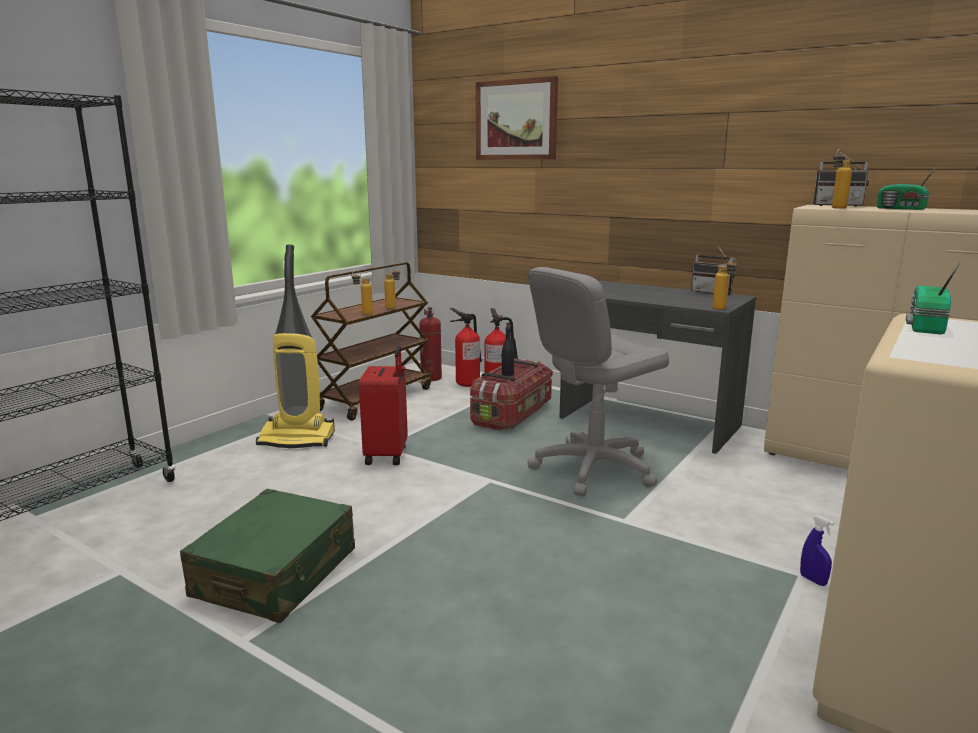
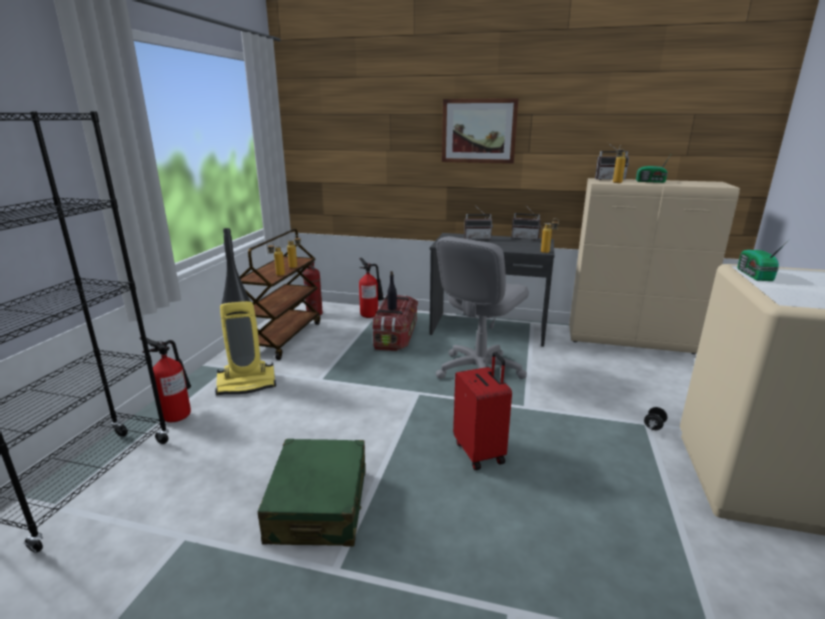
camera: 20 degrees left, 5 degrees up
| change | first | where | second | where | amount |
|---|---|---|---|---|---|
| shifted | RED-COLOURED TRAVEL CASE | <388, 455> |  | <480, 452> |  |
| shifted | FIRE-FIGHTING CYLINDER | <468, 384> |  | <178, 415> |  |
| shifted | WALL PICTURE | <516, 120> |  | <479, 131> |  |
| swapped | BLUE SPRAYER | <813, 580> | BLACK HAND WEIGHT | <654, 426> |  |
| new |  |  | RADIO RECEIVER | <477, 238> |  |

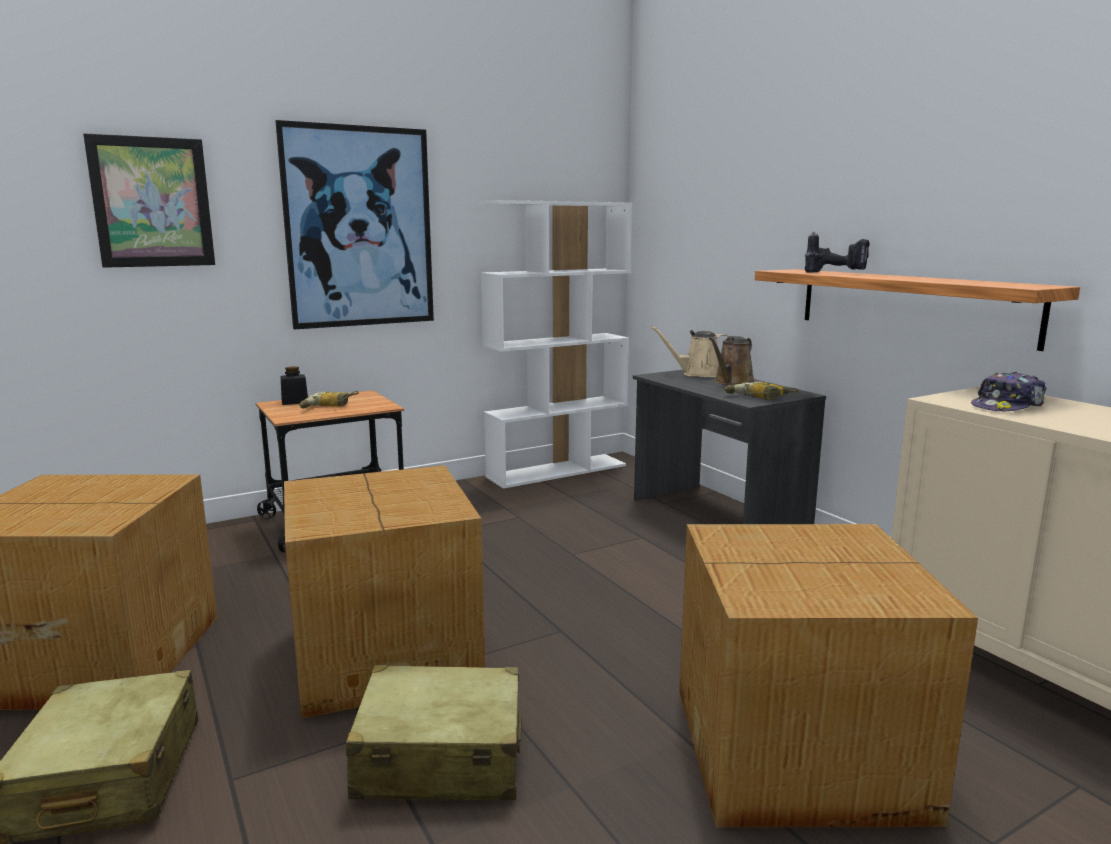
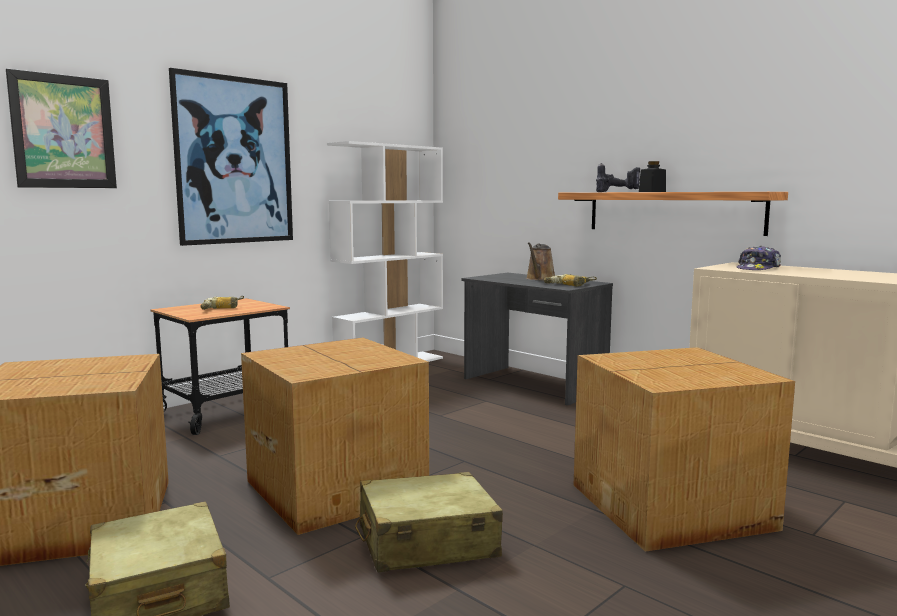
camera: 15 degrees left, 5 degrees down
| change | first | where | second | where | amount |
|---|---|---|---|---|---|
| shifted | BLACK PRESERVE JAR | <295, 402> |  | <652, 192> |  |
| gone | SAND-COLOURED SPRINKLING CAN | <698, 374> |  |  |  |

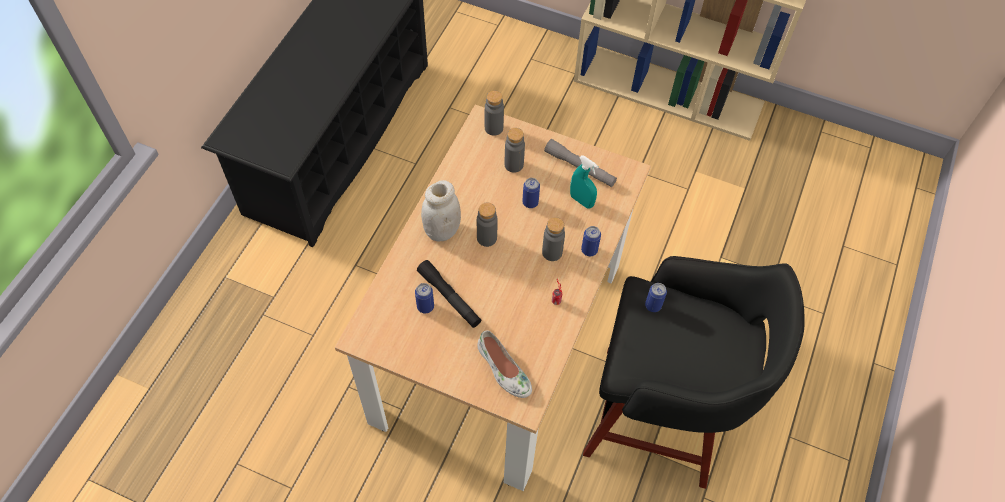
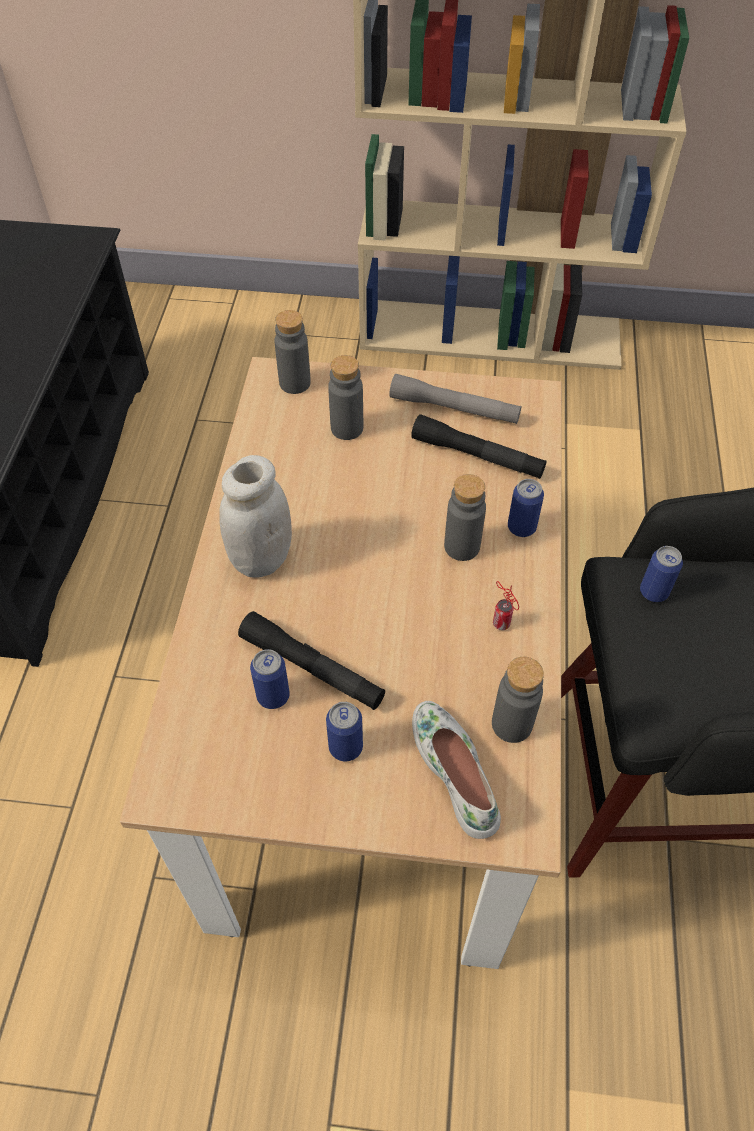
camera: 15 degrees left, 5 degrees down
| change | first | where | second | where | amount |
|---|---|---|---|---|---|
| shifted | GREY BOTTLE | <486, 238> |  | <512, 724> |  |
| rotated | WHITE-COLOURED LOW SHOE | <503, 369> |  | <456, 771> | 150 degrees counterclockwise |
| shifted | CAN | <530, 202> |  | <345, 747> |  |
| swapped | TURQUOISE-COLOURED SPRAYER | <581, 201> | BLACK HAND TORCH | <477, 456> |  |

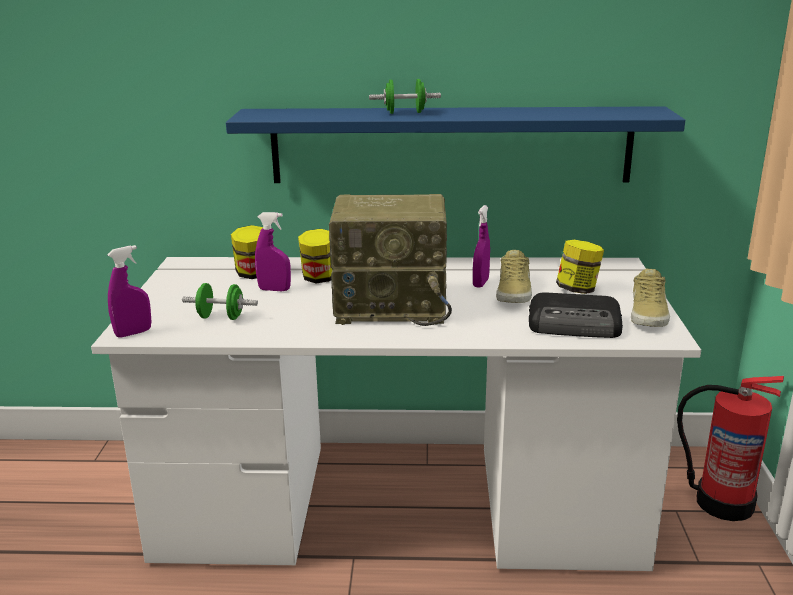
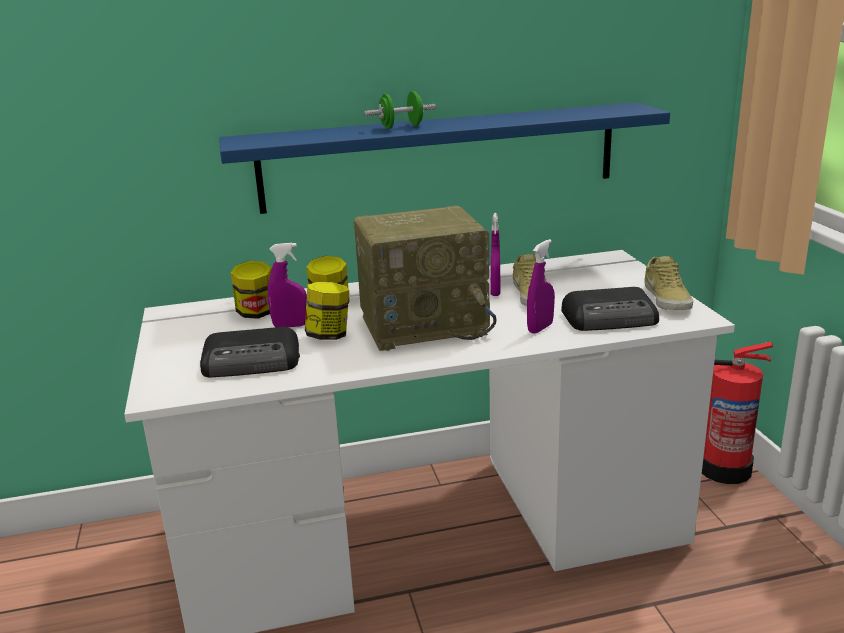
camera: 15 degrees left, 0 degrees up
| change | first | where | second | where | amount |
|---|---|---|---|---|---|
| shifted | PURPLISH SPRAYER | <133, 333> |  | <540, 328> |  |
| swapped | GREEN-COLOURED HAND WEIGHT | <221, 317> | RADIO RECEIVER | <253, 362> |  |
| shifted | PRESERVE JAR | <577, 290> |  | <329, 336> |  |

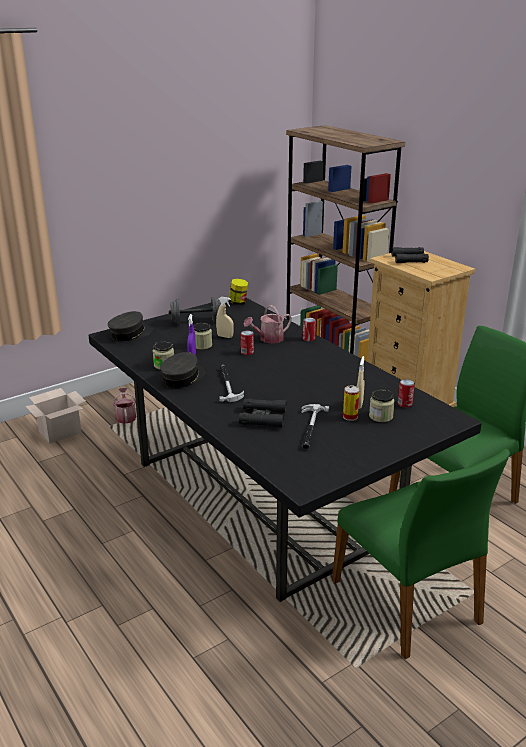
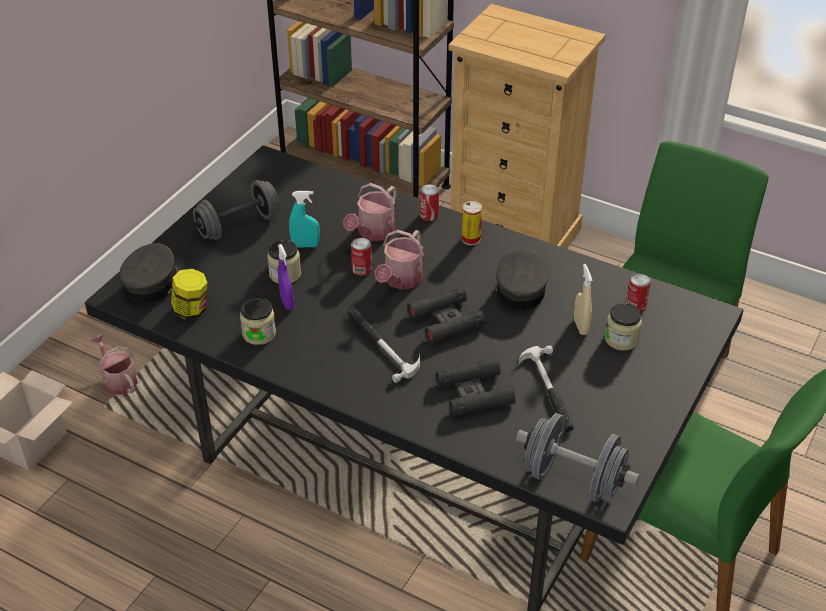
camera: 25 degrees left, 15 degrees up
| change | first | where | second | where | amount |
|---|---|---|---|---|---|
| shifted | GREY PEAKED CAP | <183, 378> |  | <521, 288> |  |
| repainted | SAND-COLOURED SPRAYER | <225, 336> | TURQUOISE-COLOURED SPRAYER | <305, 245> |  |
| shifted | PRESERVE JAR | <238, 302> |  | <191, 310> |  |
| shifted | CAN | <350, 417> |  | <471, 239> |  |
| shifted | BLACK PAIR OF BINOCULARS | <409, 259> |  | <446, 321> |  |
| new |  |  | SPRINKLING CAN | <400, 280> |  |
| new |  |  | GREY HAND WEIGHT | <573, 479> |  |

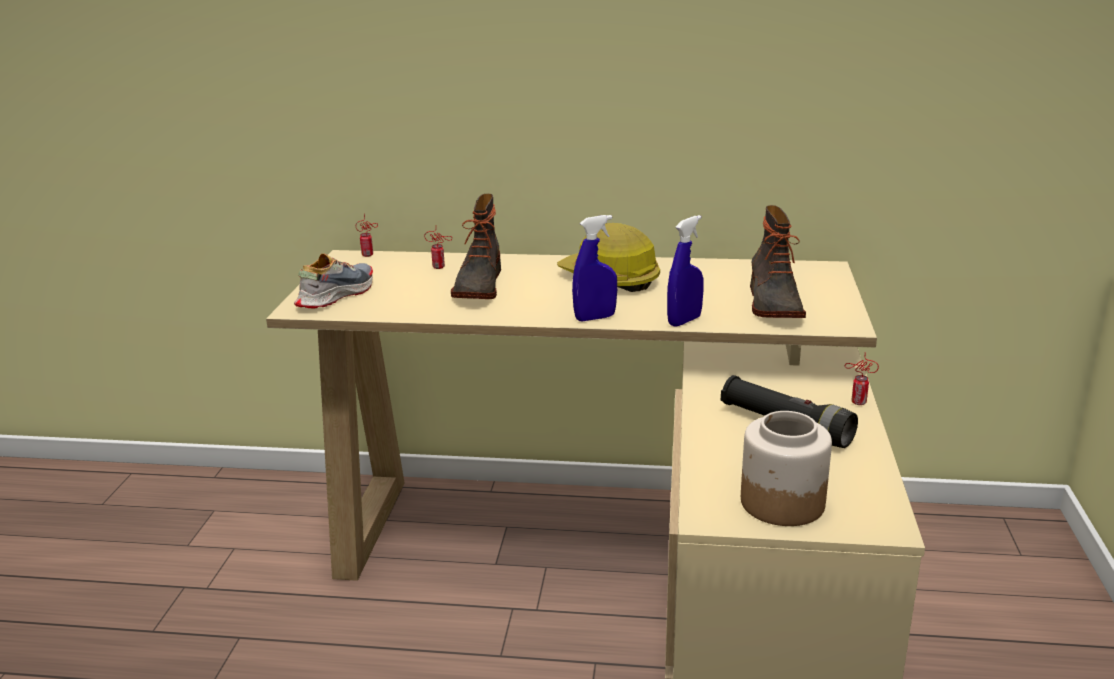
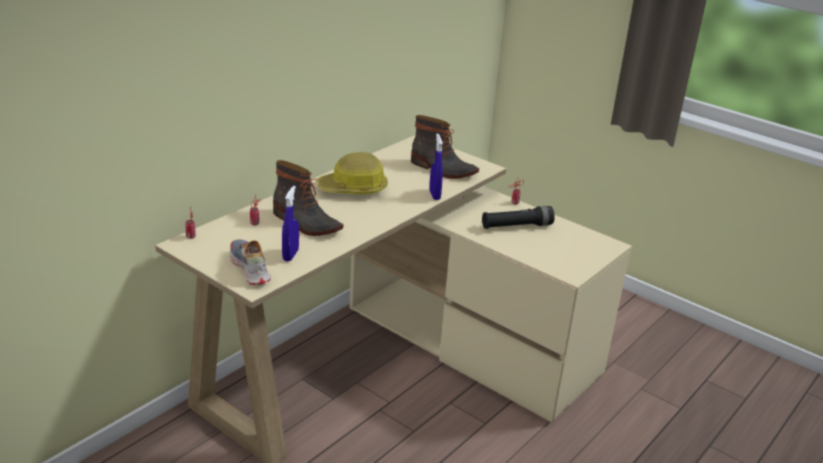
camera: 60 degrees left, 5 degrees up
| change | first | where | second | where | amount |
|---|---|---|---|---|---|
| shifted | BLUE SPRAYER | <595, 318> |  | <290, 255> |  |
| gone | PRESERVE JAR | <781, 502> |  |  |  |

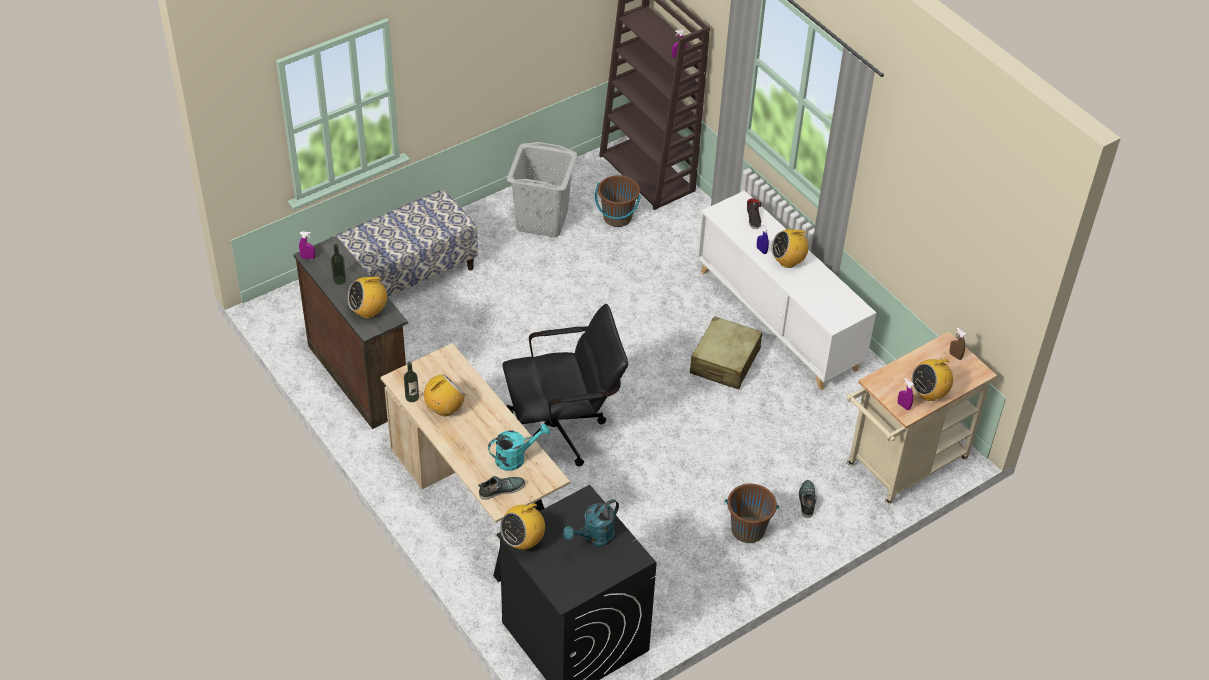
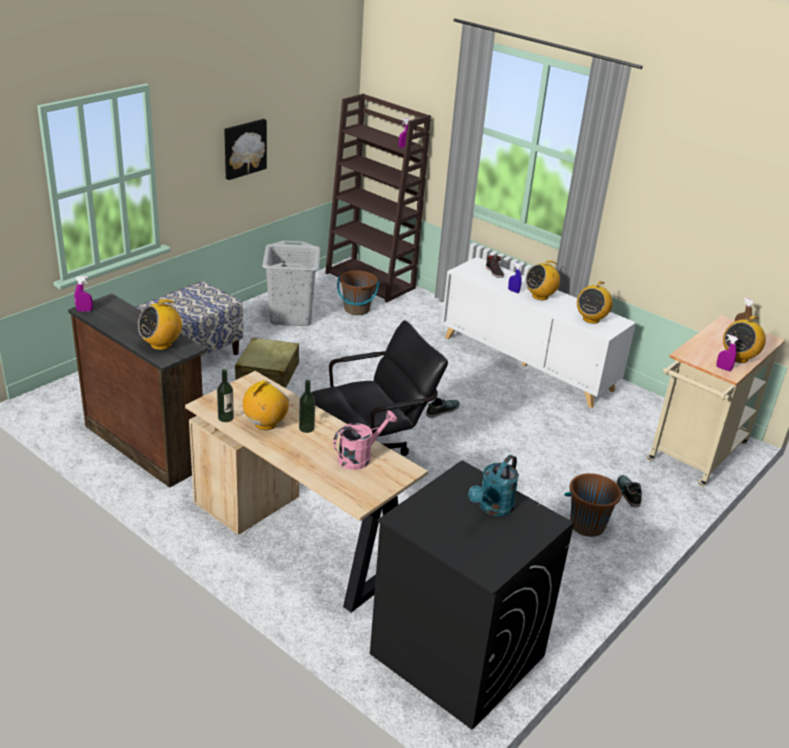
camera: 15 degrees left, 15 degrees down
| change | first | where | second | where | amount |
|---|---|---|---|---|---|
| shifted | BOTTLE | <339, 280> |  | <306, 428> |  |
| shifted | LOW SHOE | <501, 489> |  | <442, 410> |  |
| repainted | TURQUOISE-COLOURED SPRINKLING CAN | <515, 458> | PINK-COLOURED SPRINKLING CAN | <360, 457> |  |
| shifted | RADIO RECEIVER | <523, 540> |  | <591, 319> |  |
| shifted | SAND-COLOURED TRAVEL CASE | <724, 362> |  | <267, 375> |  |
| new |  |  | WALL PICTURE | <244, 148> |  |

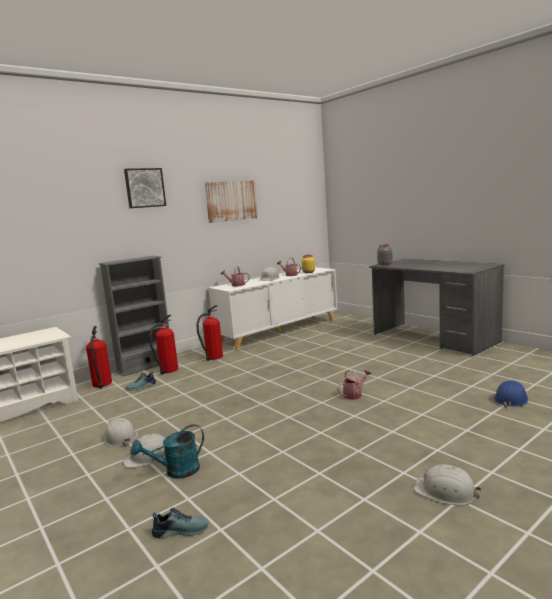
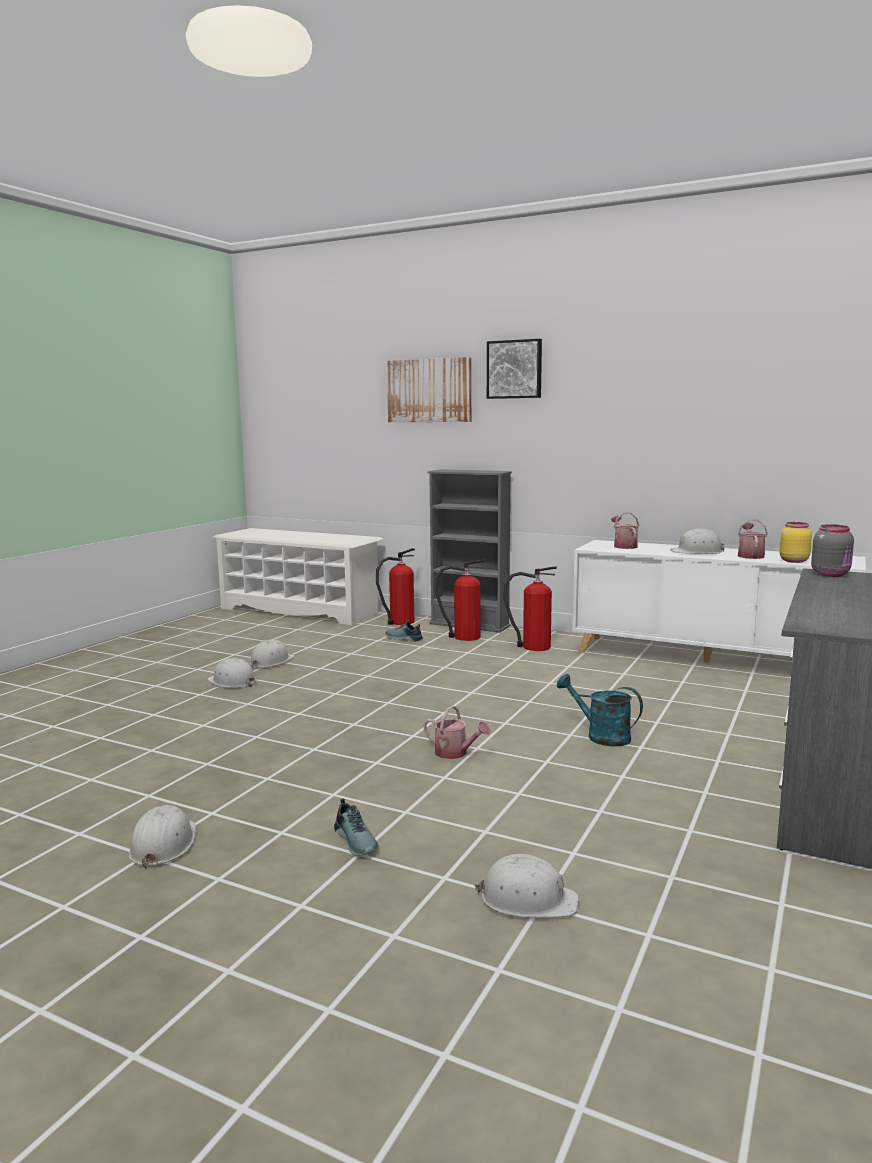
camera: 65 degrees right, 0 degrees up
| change | first | where | second | where | amount |
|---|---|---|---|---|---|
| shifted | TURQUOISE-COLOURED SPRINKLING CAN | <176, 471> |  | <601, 736> |  |
| shifted | LOW SHOE | <181, 530> |  | <357, 841> |  |
| shifted | WALL PICTURE | <231, 201> |  | <429, 390> |  |
| repainted | BLUE SAFETY HELMET | <511, 399> | WHITE-COLOURED SAFETY HELMET | <527, 899> |  |

